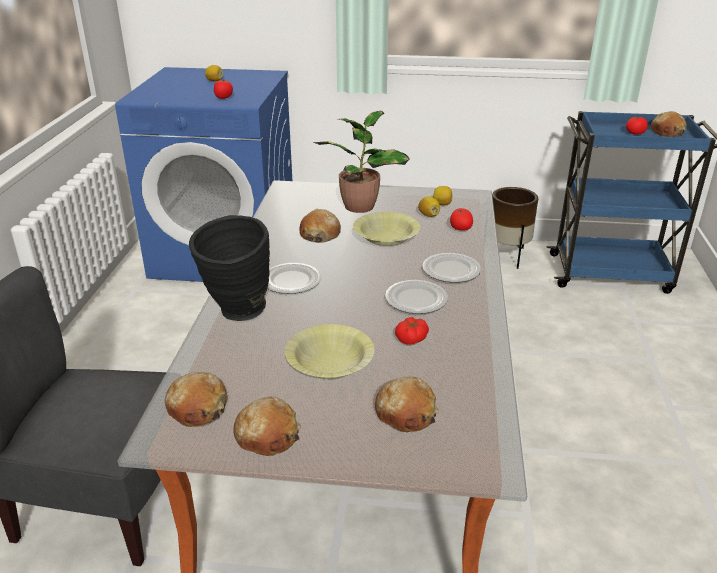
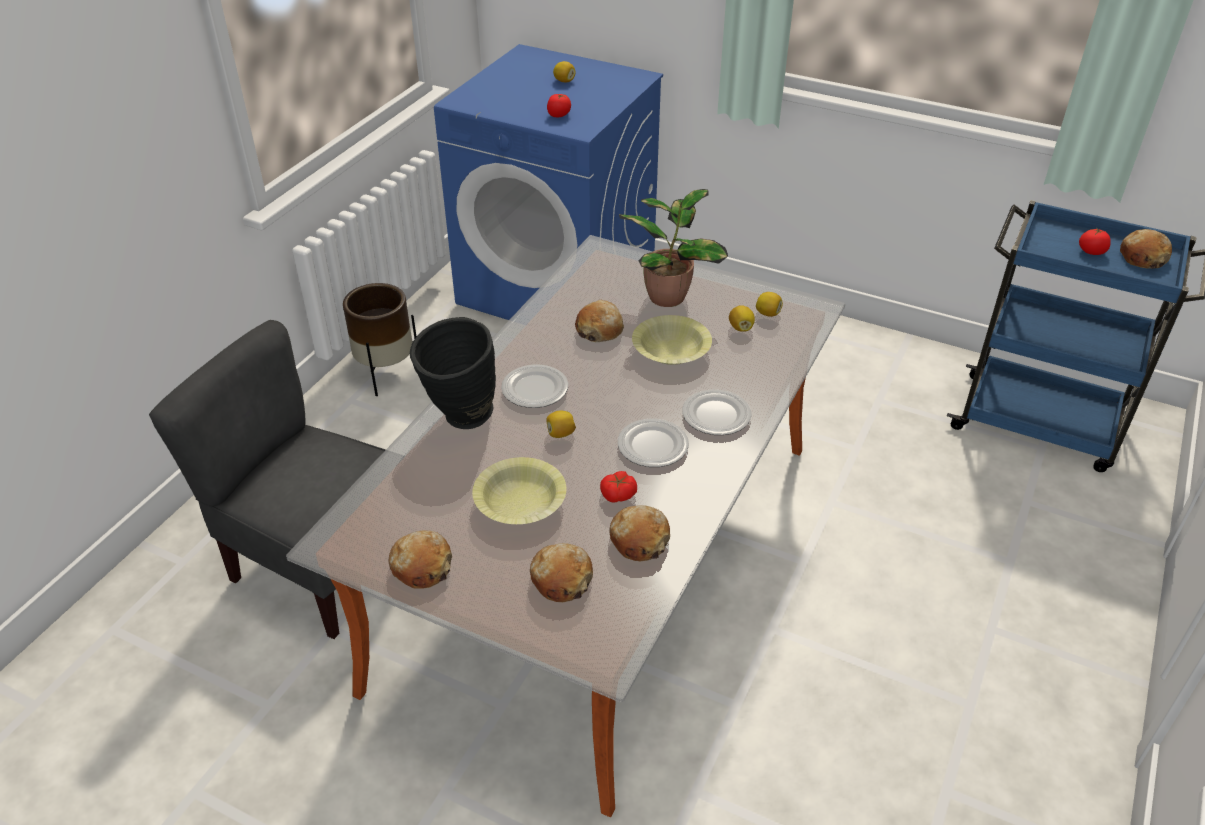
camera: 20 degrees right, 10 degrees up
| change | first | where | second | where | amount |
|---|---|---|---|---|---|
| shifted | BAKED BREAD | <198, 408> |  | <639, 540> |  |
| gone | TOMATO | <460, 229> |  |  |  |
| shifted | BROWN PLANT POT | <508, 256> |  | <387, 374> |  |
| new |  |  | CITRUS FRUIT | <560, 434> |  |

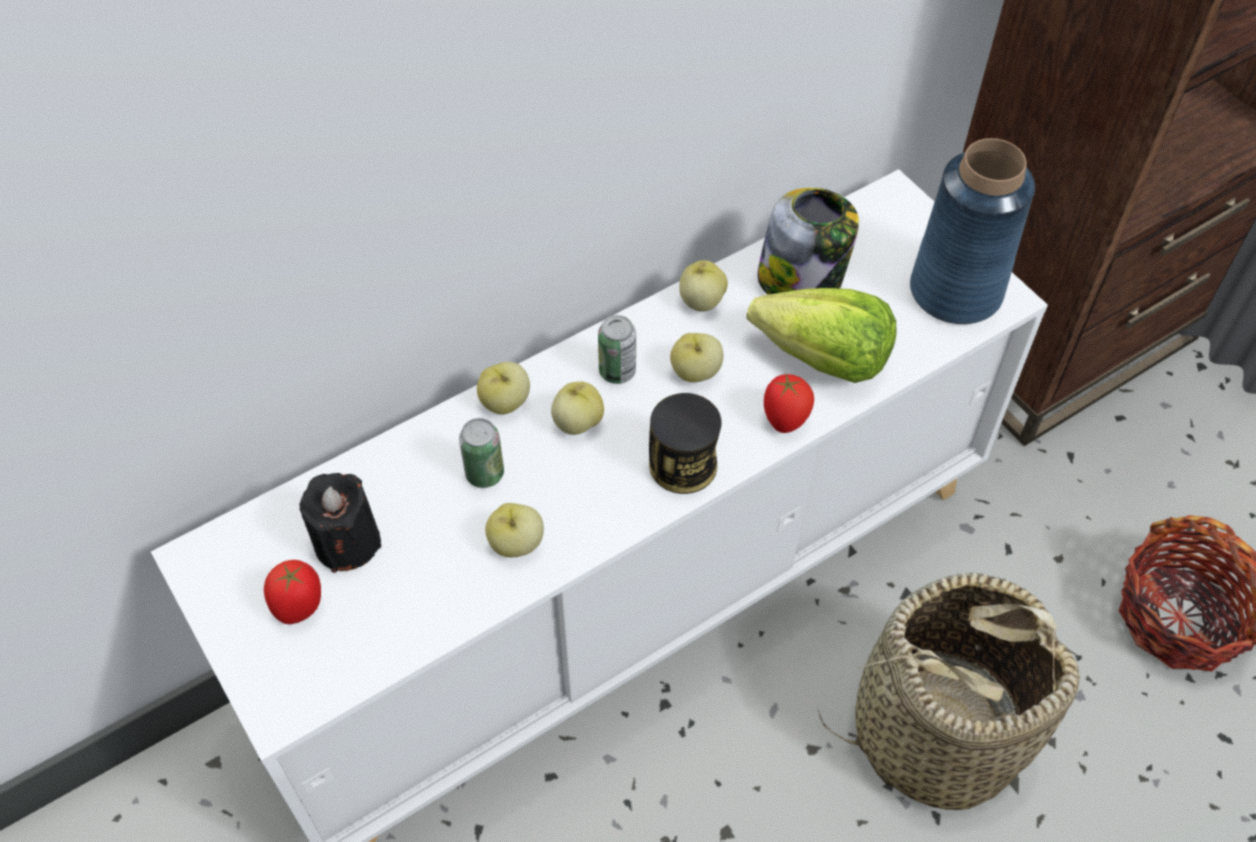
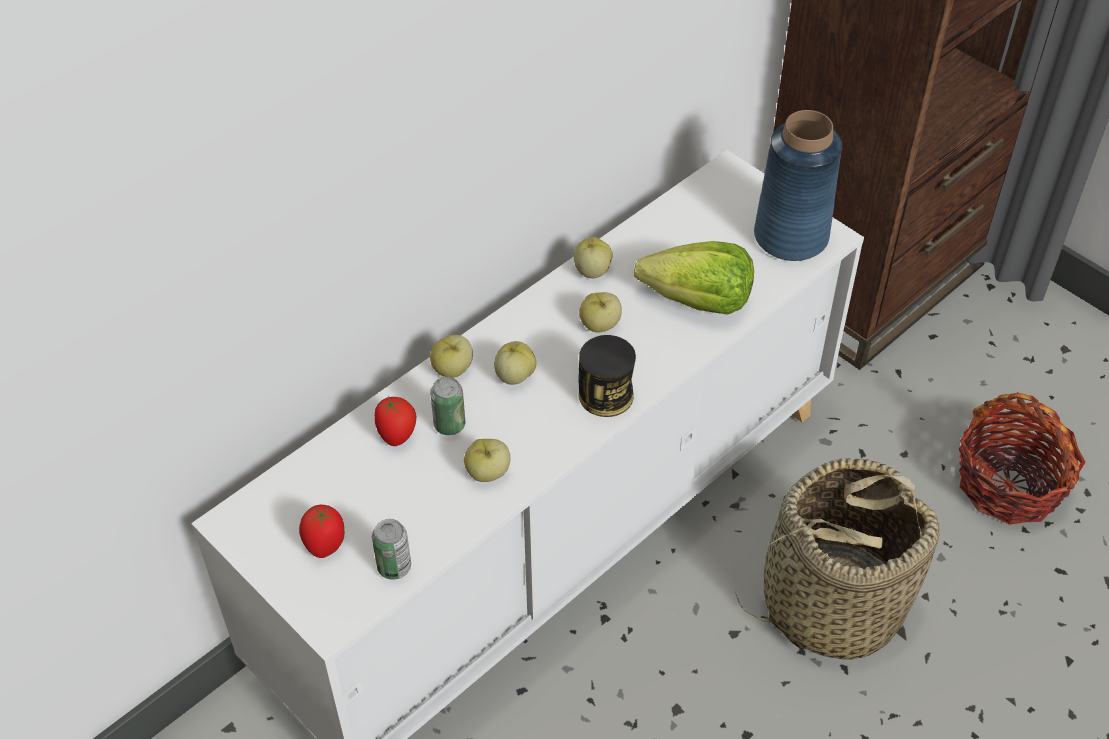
camera: 10 degrees left, 5 degrees down
| change | first | where | second | where | amount |
|---|---|---|---|---|---|
| gone | BLACK WAX LIGHT | <347, 542> |  |  |  |
| shifted | CAN | <617, 371> |  | <394, 567> |  |
| gone | PRESERVE JAR | <801, 280> |  |  |  |
| shifted | TOMATO | <785, 420> |  | <397, 435> |  |

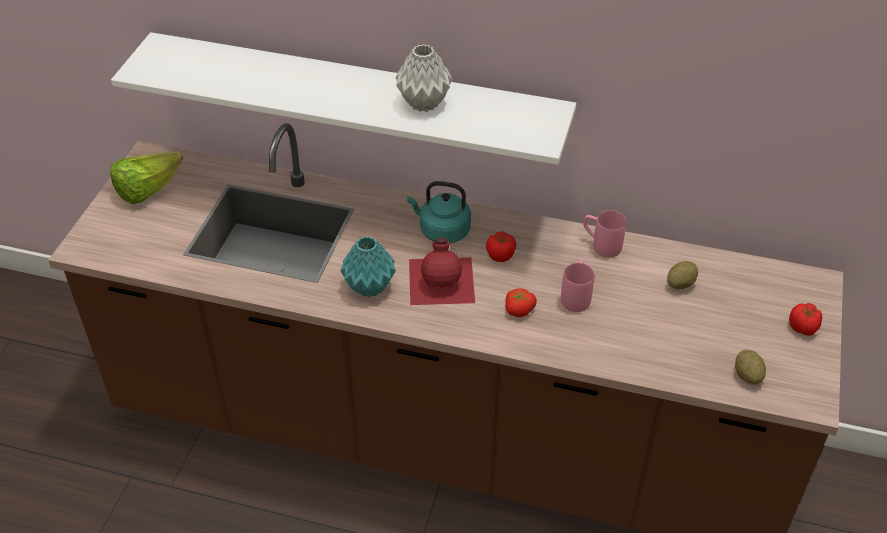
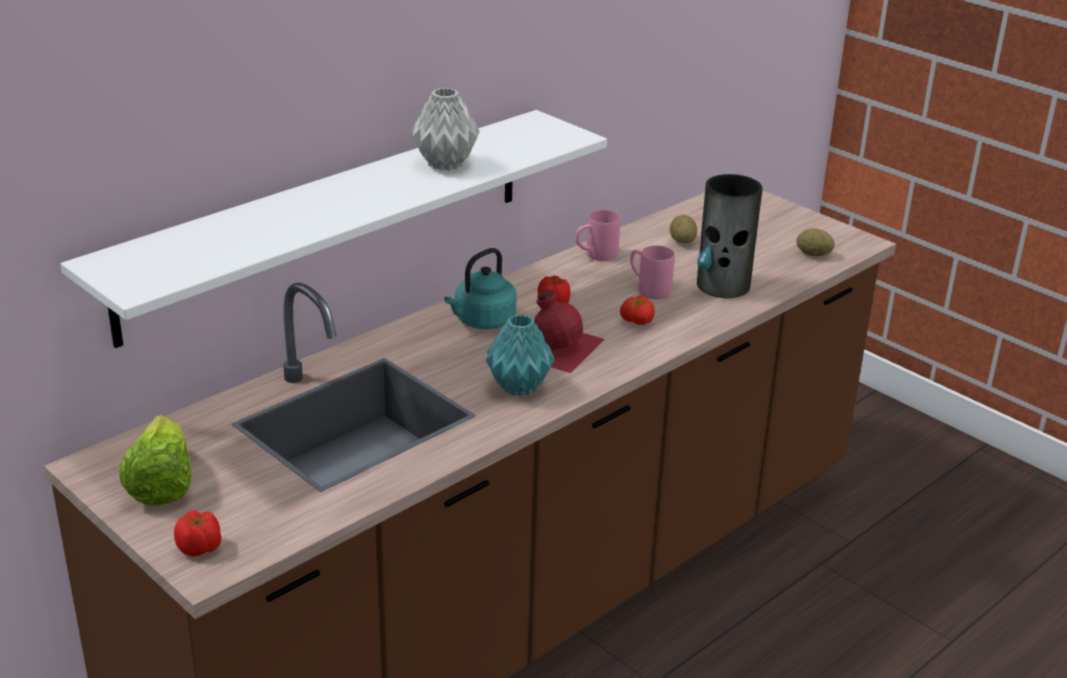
camera: 60 degrees left, 15 degrees down
| change | first | where | second | where | amount |
|---|---|---|---|---|---|
| shifted | TOMATO | <803, 328> |  | <200, 548> |  |
| new |  |  | DECORATIVE VASE | <723, 285> |  |

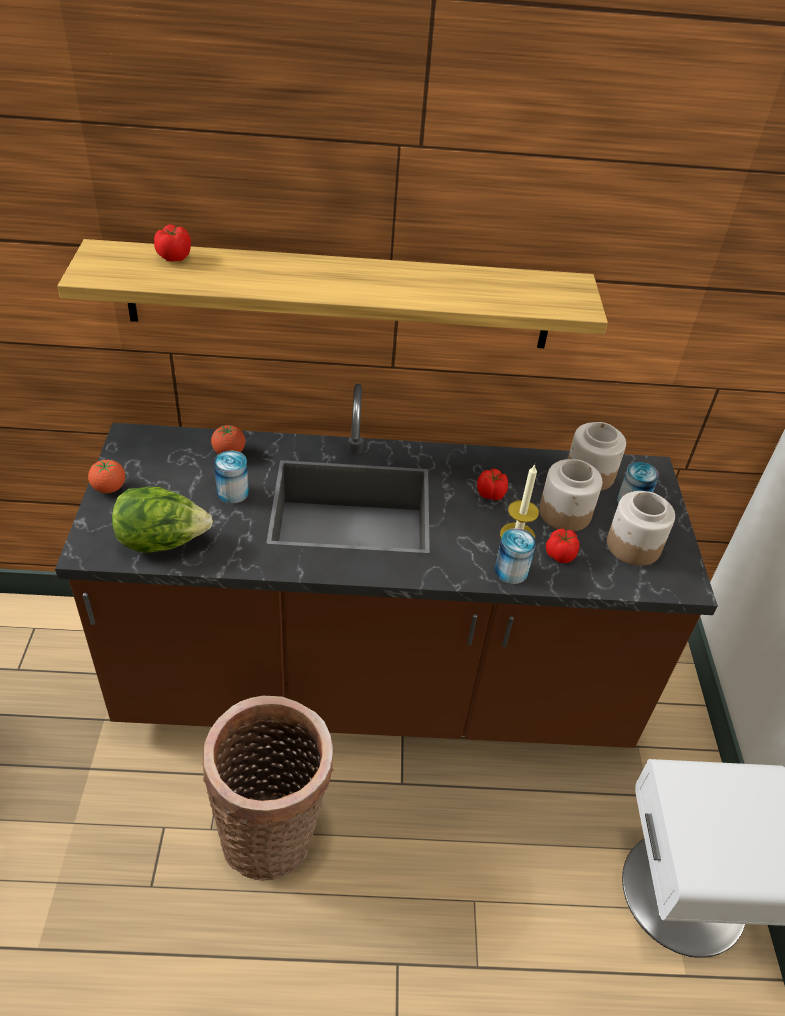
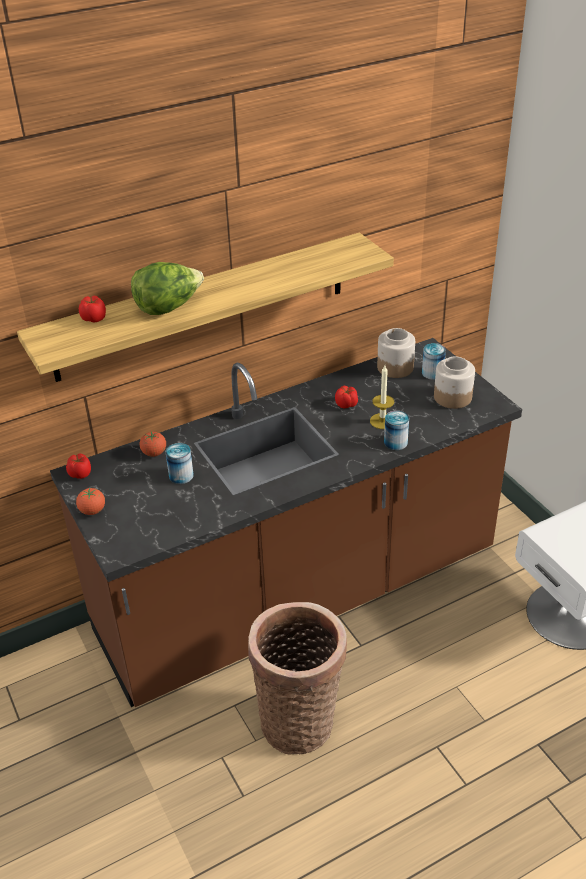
camera: 25 degrees left, 5 degrees down
| change | first | where | second | where | amount |
|---|---|---|---|---|---|
| shifted | LETTUCE HEAD | <162, 542> |  | <168, 308> |  |
| gone | PRESERVE JAR | <565, 513> |  |  |  |
| shifted | TOMATO | <560, 554> |  | <80, 473> |  |

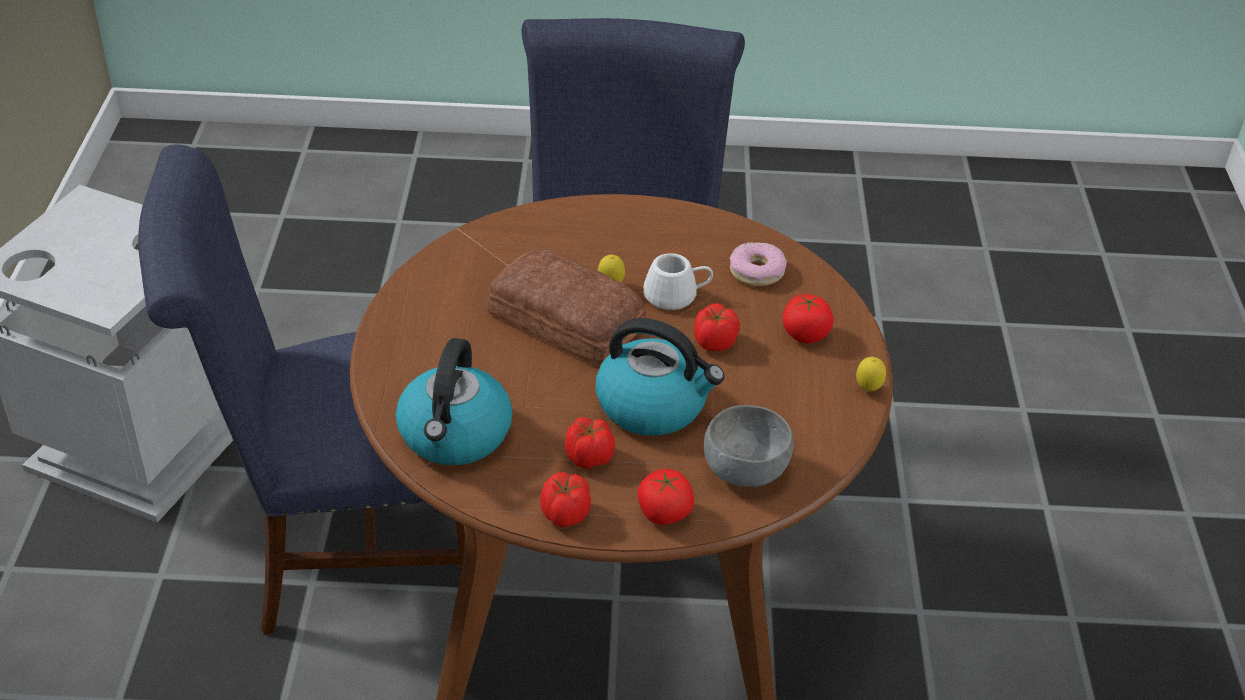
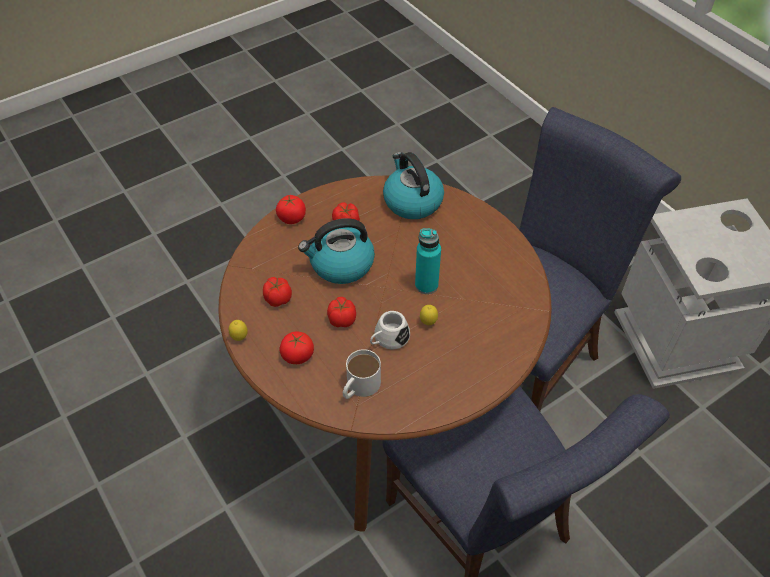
camera: 145 degrees right, 10 degrees up
| change | first | where | second | where | amount |
|---|---|---|---|---|---|
| swapped | BAKED BREAD | <566, 323> | TURQUOISE-COLOURED BOTTLE | <426, 285> |  |
| shifted | TOMATO | <565, 515> |  | <277, 298> |  |
| gone | GREY SERVING BOWL | <744, 471> |  |  |  |
| swapped | RING DOUGHNUT | <756, 271> | WHITE-COLOURED COFFEE MUG | <359, 387> |  |

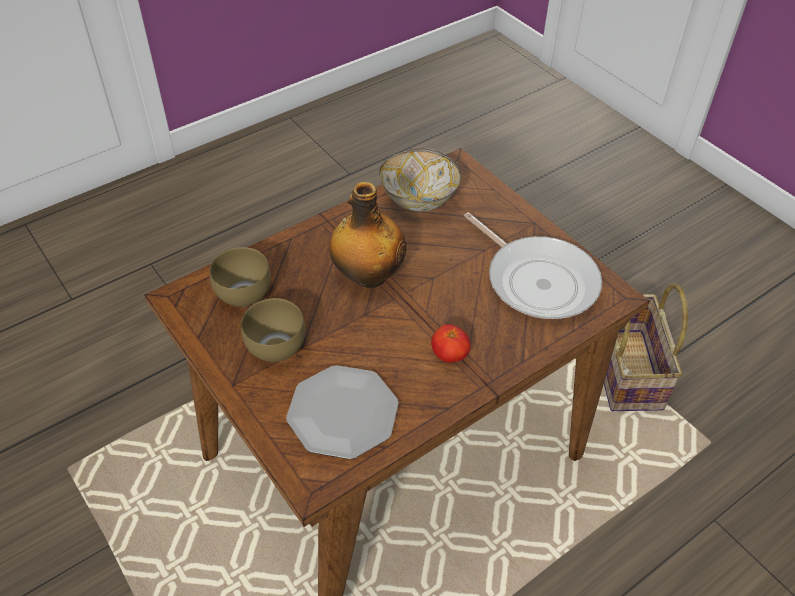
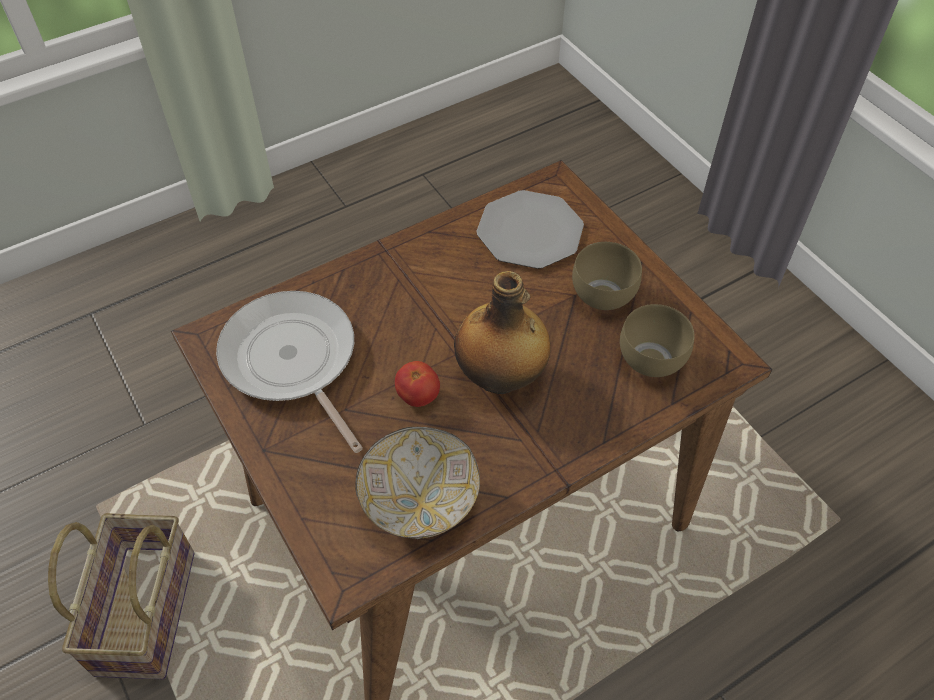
camera: 175 degrees left, 5 degrees up
| change | first | where | second | where | amount |
|---|---|---|---|---|---|
| shifted | TOMATO | <449, 355> |  | <418, 396> |  |

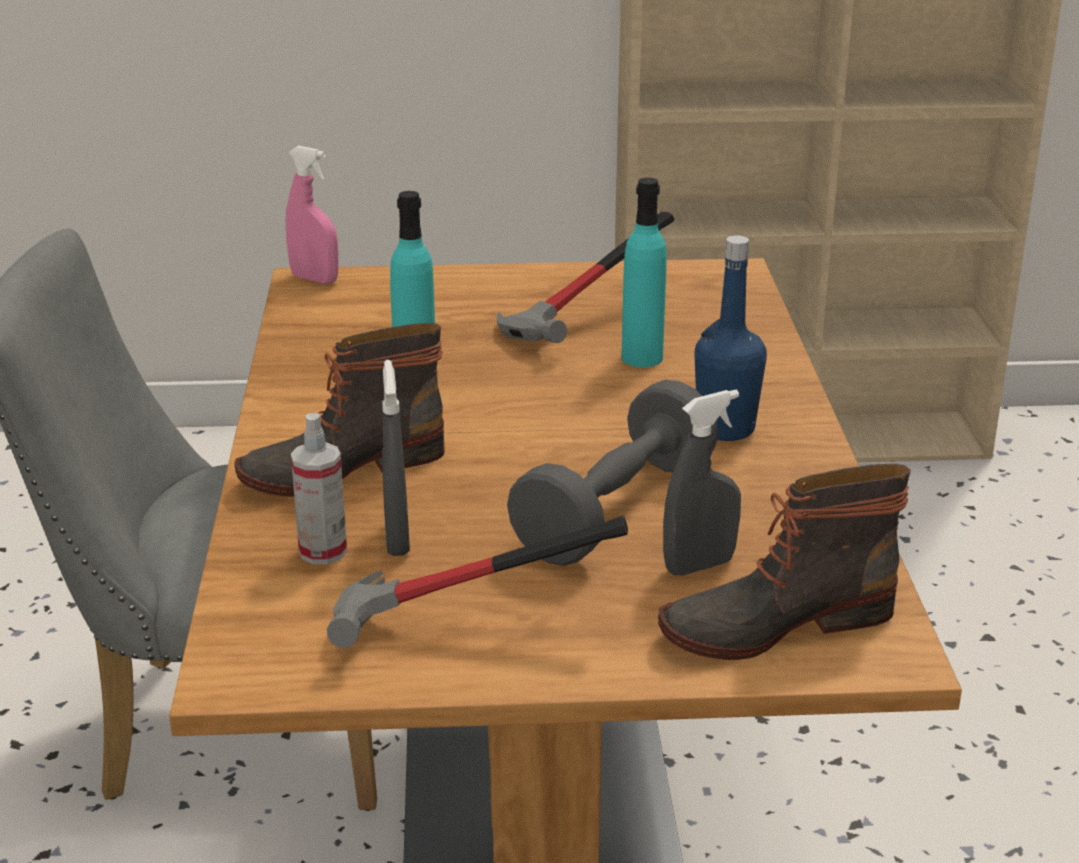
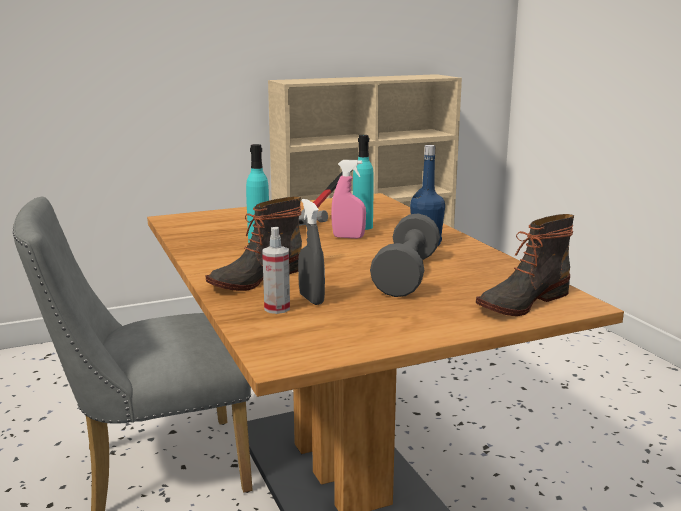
camera: 20 degrees left, 10 degrees down
| change | first | where | second | where | amount |
|---|---|---|---|---|---|
| shifted | PINK-COLOURED SPRAYER | <314, 279> |  | <348, 237> |  |
| gone | TOOL HAMMER | <459, 632> |  |  |  |
| gone | GREY SPRAYER | <699, 566> |  |  |  |

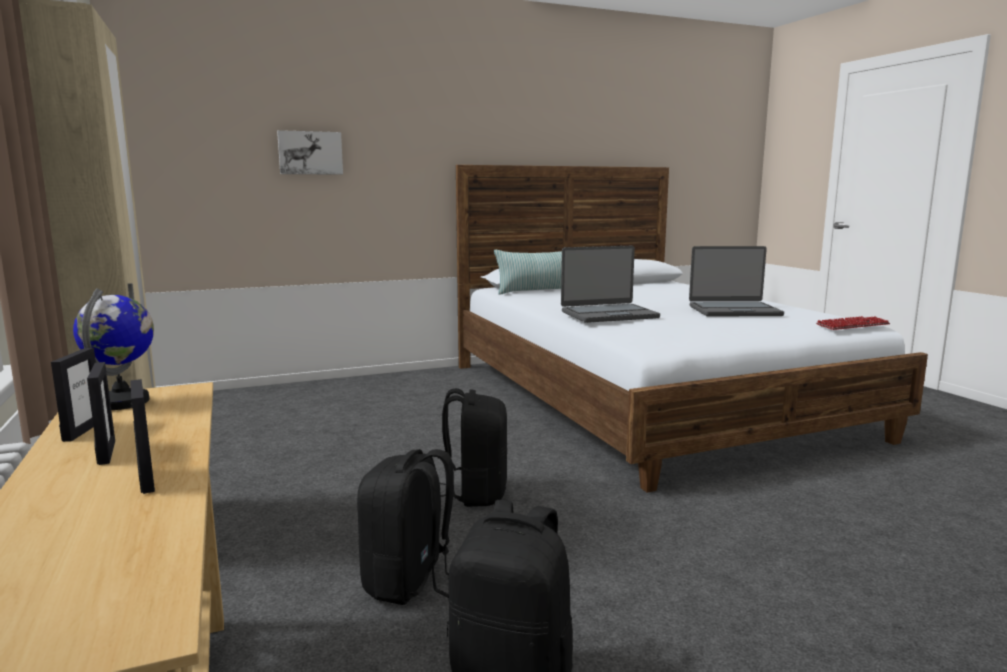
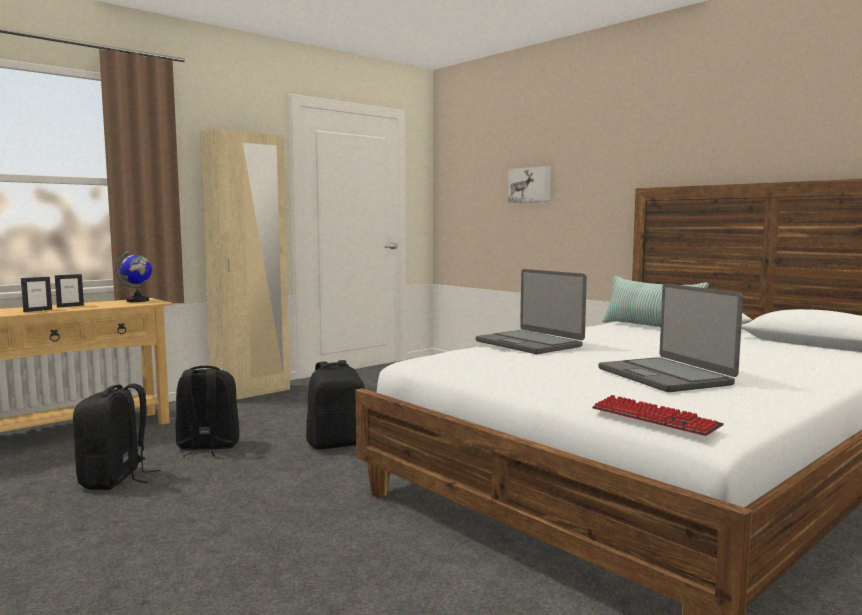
camera: 70 degrees right, 5 degrees down
| change | first | where | second | where | amount |
|---|---|---|---|---|---|
| gone | STANDING FRAME | <83, 430> |  |  |  |

